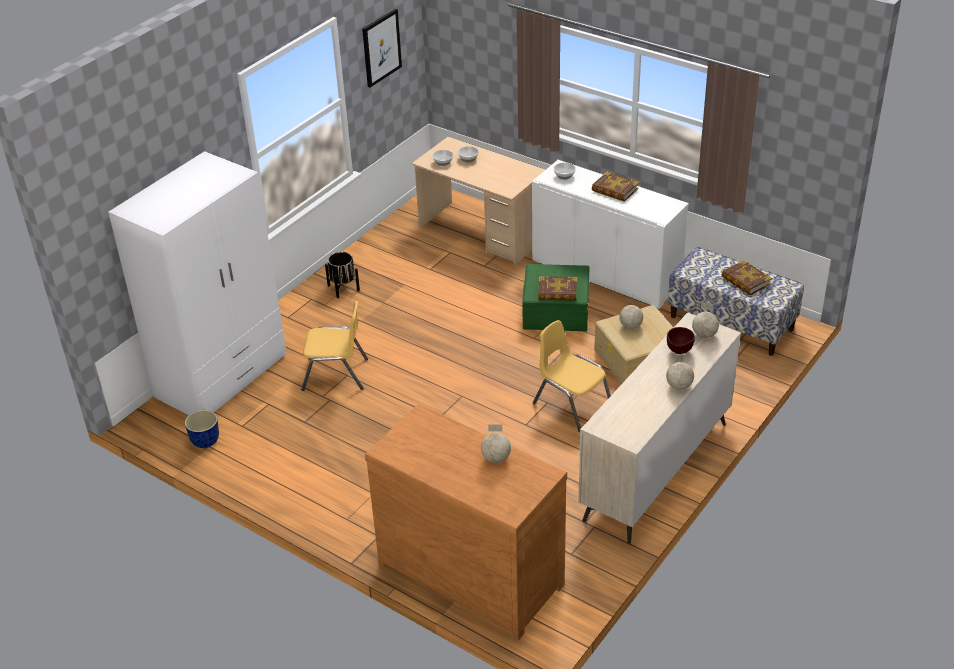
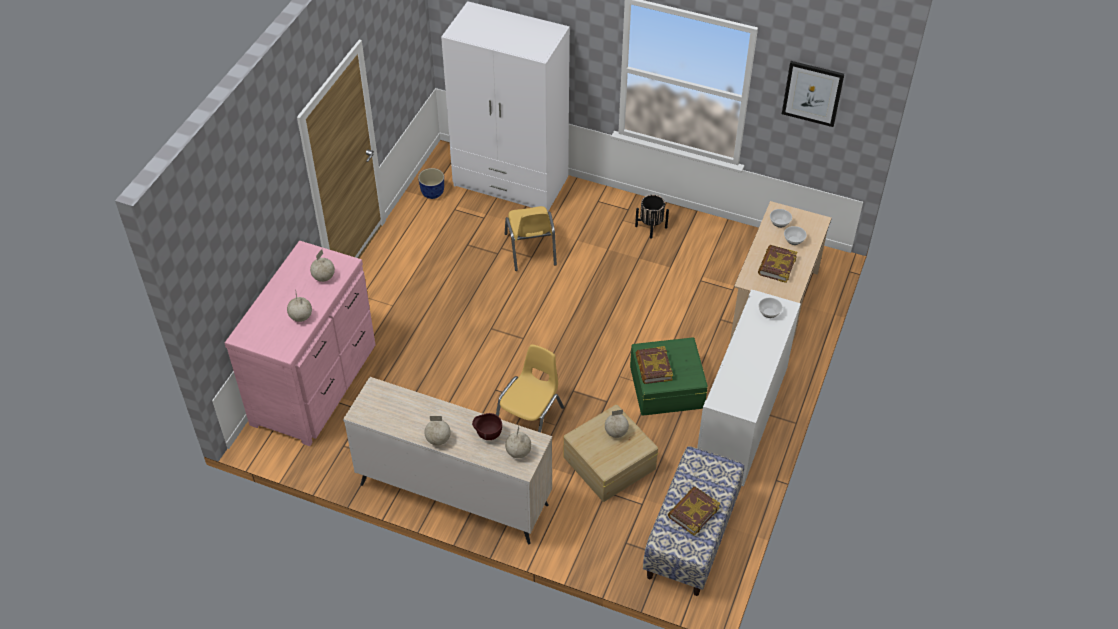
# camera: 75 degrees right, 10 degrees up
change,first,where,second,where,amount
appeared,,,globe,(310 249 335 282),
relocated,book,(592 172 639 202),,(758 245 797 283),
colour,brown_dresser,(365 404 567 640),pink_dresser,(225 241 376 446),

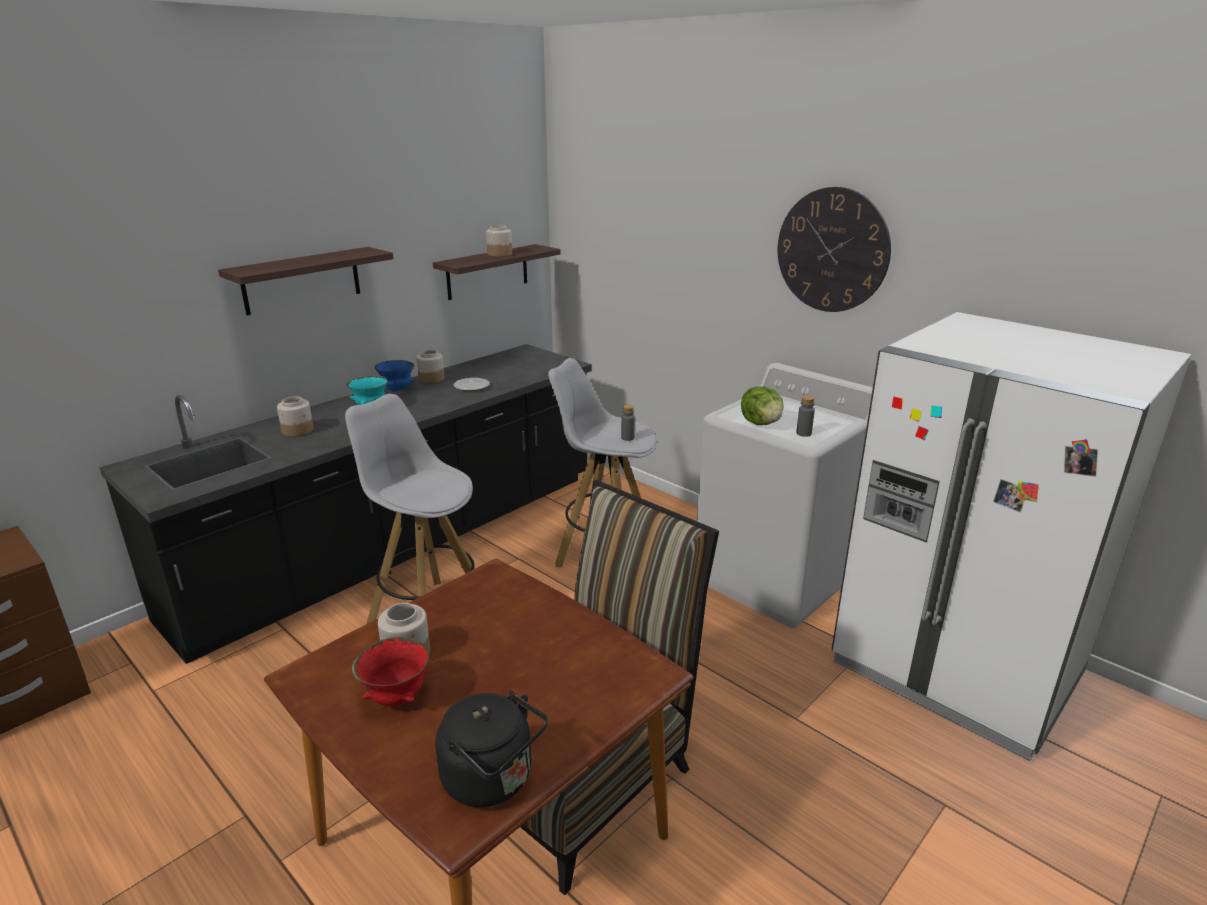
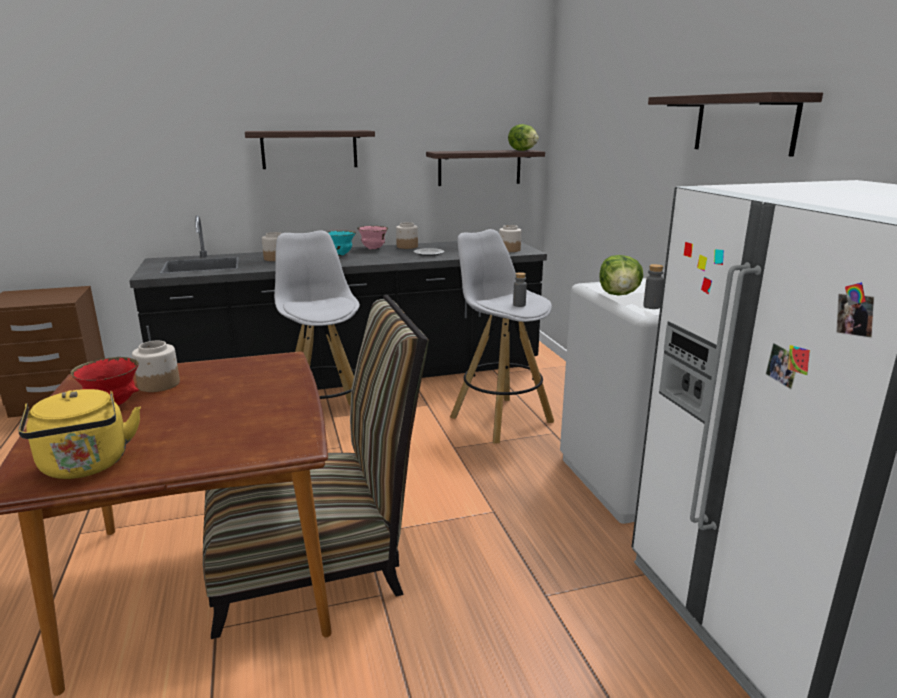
# camera: 30 degrees right, 5 degrees down
change,first,where,second,where,amount
appeared,,,lettuce,(508 124 539 151),
relocated,jar,(486 225 512 257),,(499 225 521 252),
exchanged,wall_clock,(778 187 891 312),shelf,(648 92 823 157),
colour,blue_bowl,(374 360 415 392),pink_bowl,(357 226 388 249),
colour,black_kettle,(436 690 548 807),yellow_kettle,(19 389 141 479),

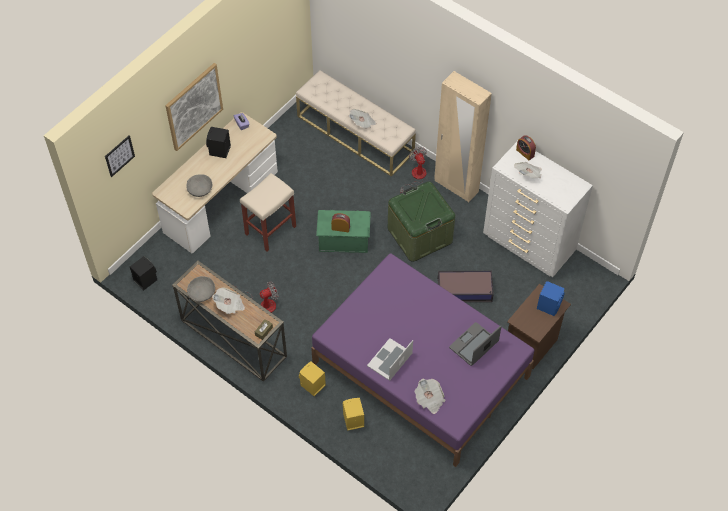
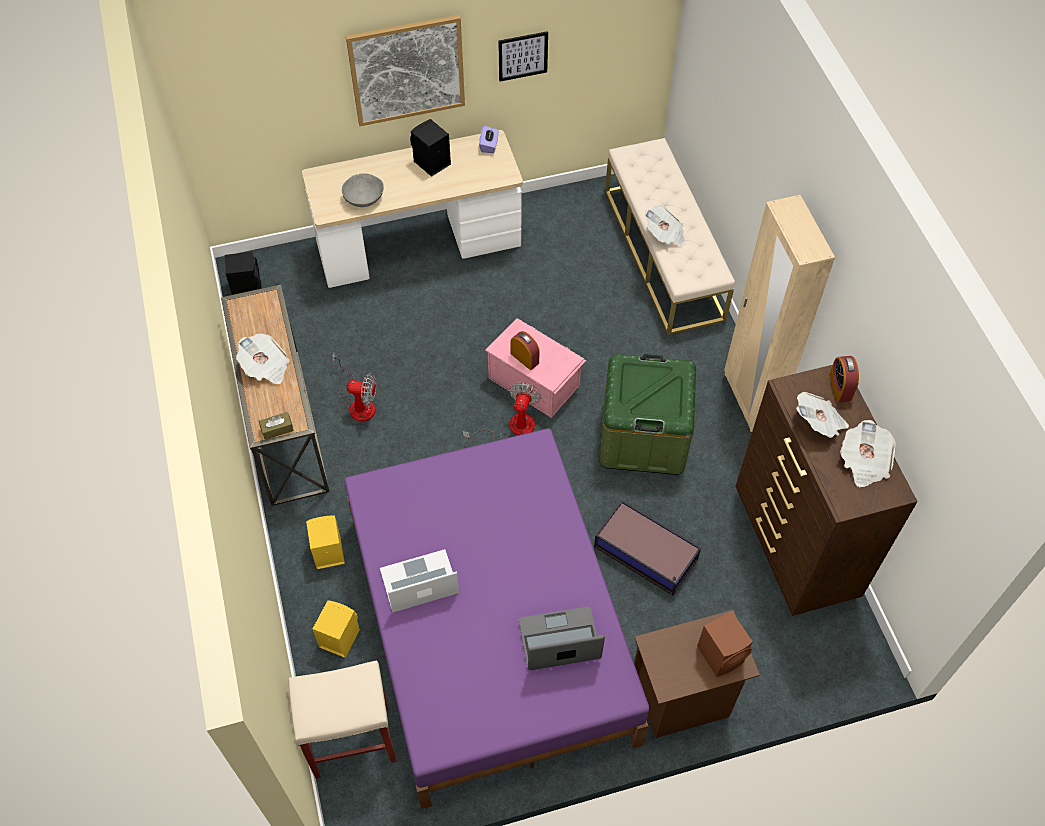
# camera: 35 degrees right, 0 degrees up
change,first,where,second,where,amount
missing,grey_bowl,(187 276 215 302),,,
relocated,picture,(105 136 135 177),,(498 31 548 82),
relocated,beige_stool,(240 173 296 252),,(288 660 397 779),
relocated,fan,(400 147 427 194),,(463 382 541 441),
relocated,newspaper,(415 379 446 414),,(840 420 896 487),
colour,green_storage_box,(316 210 371 253),pink_storage_box,(485 318 586 418),
colour,white_dresser,(483 142 593 277),brown_dresser,(735 365 918 616),
colour,blue_speaker,(537 281 565 316),brown_speaker,(697 611 753 677),

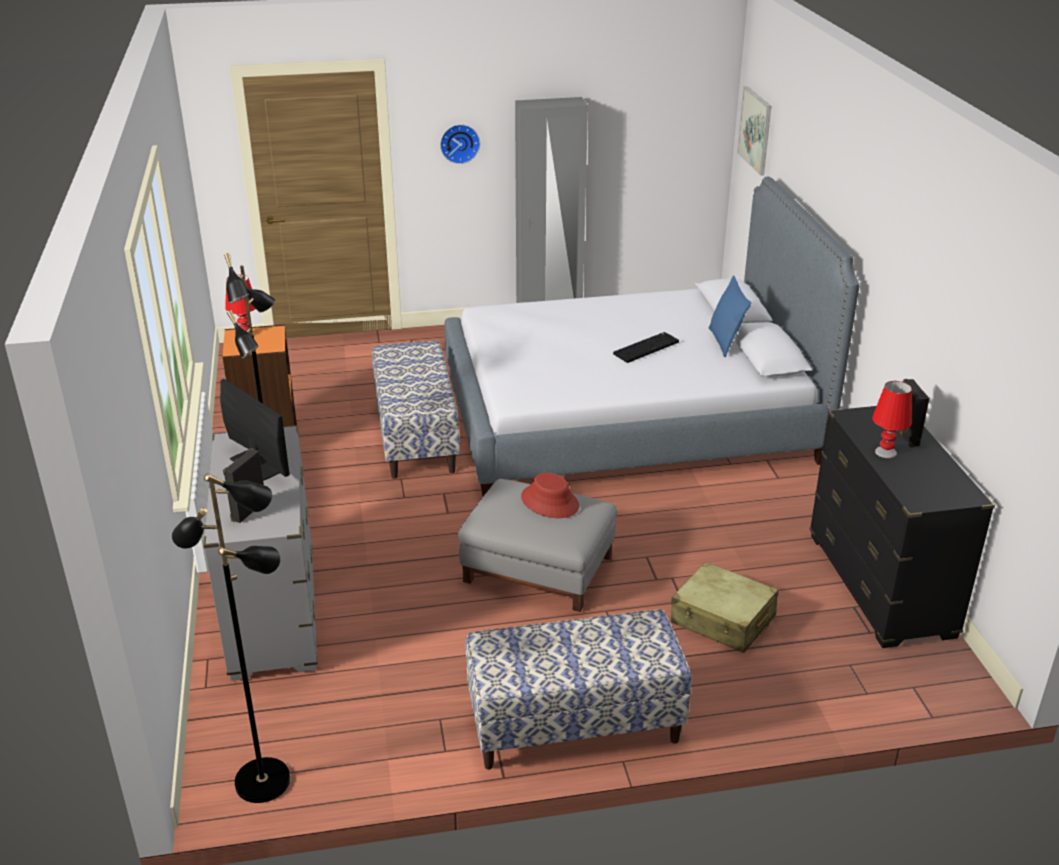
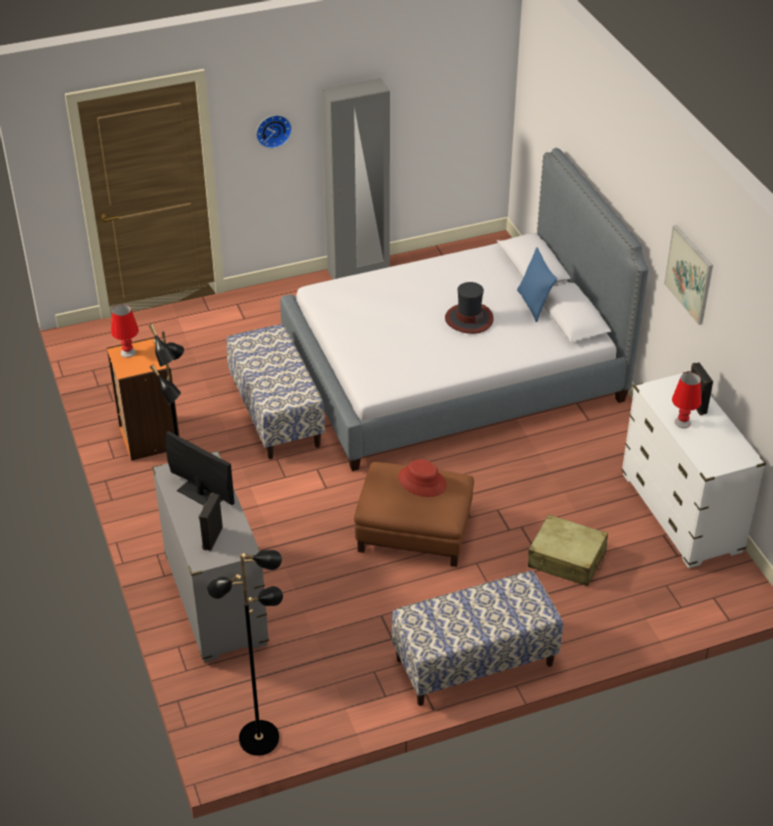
# camera: 10 degrees left, 10 degrees up
change,first,where,second,where,amount
relocated,picture,(737 86 772 176),,(664 225 713 325),
exchanged,keyboard,(613 332 679 363),hat,(445 282 494 334),
colour,grey_ottoman,(458 479 617 612),brown_ottoman,(354 462 474 567),
colour,black_dresser,(810 406 995 648),white_dresser,(622 371 766 568),

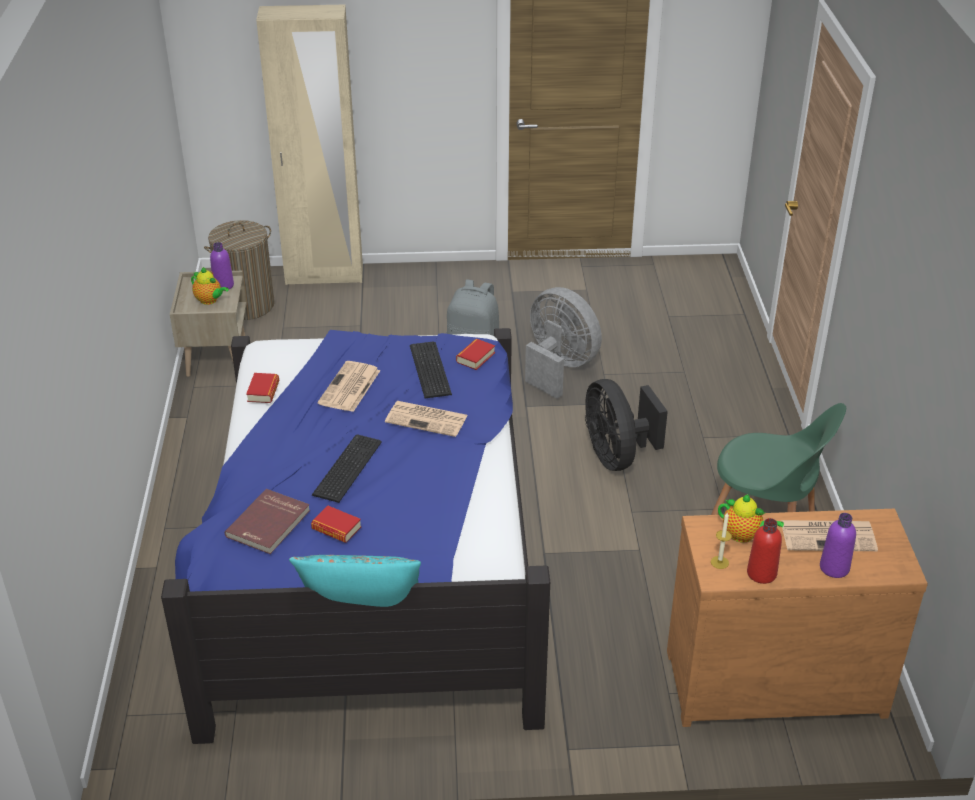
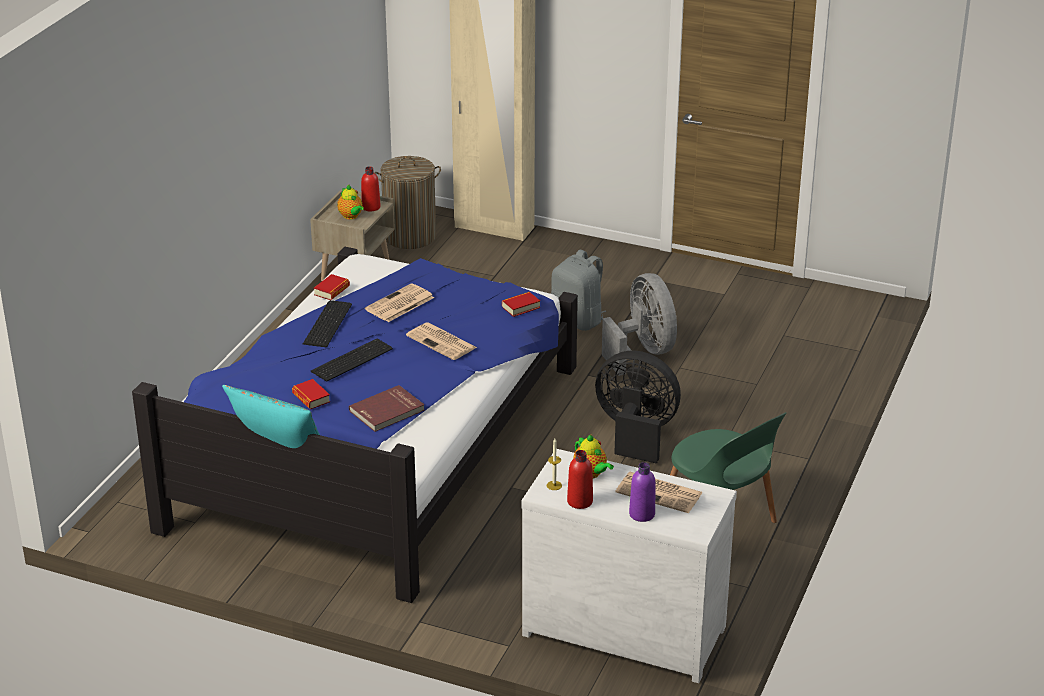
# camera: 25 degrees right, 5 degrees down
change,first,where,second,where,amount
relocated,red_book,(225 489 310 554),,(349 385 425 432),
relocated,keyboard,(410 342 452 398),,(303 300 352 348),
colour,purple_bottle,(210 242 234 291),red_bottle,(361 167 381 212),
colour,brown_dresser,(667 509 928 727),white_dresser,(521 449 737 683),
spun,black_fan,(585 379 668 471),,(595 350 681 464),105 degrees clockwise

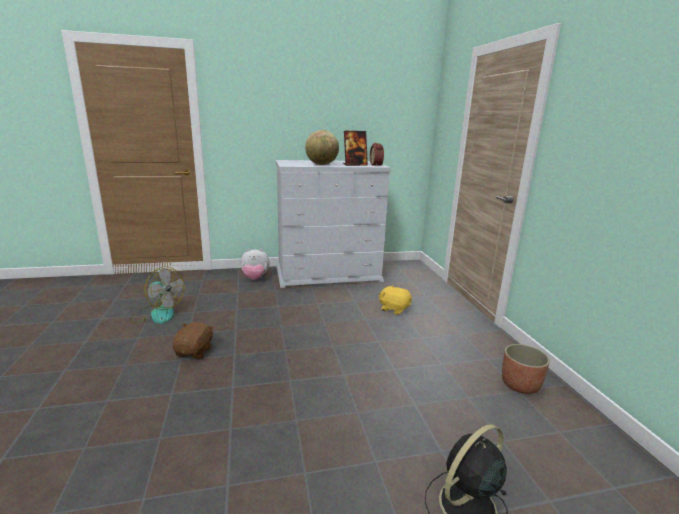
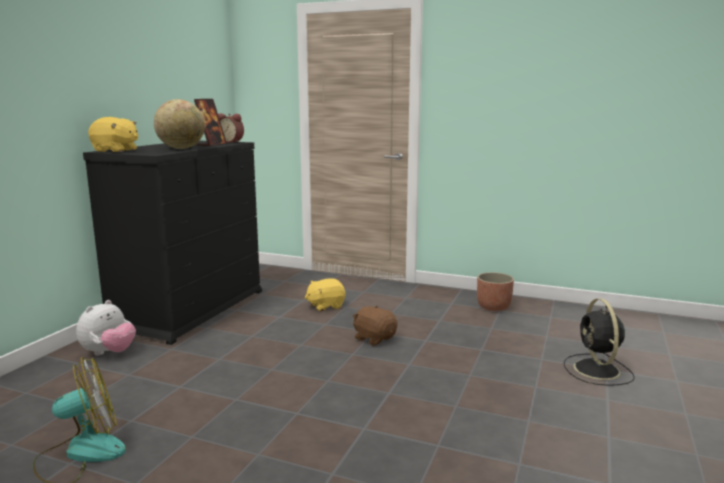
# camera: 55 degrees left, 5 degrees down
change,first,where,second,where,amount
appeared,,,yellow_plush_toy,(88 117 138 152),
relocated,brown_plush_toy,(173 322 214 359),,(353 306 397 346),
colour,white_dresser,(276 160 391 288),black_dresser,(83 141 262 345),

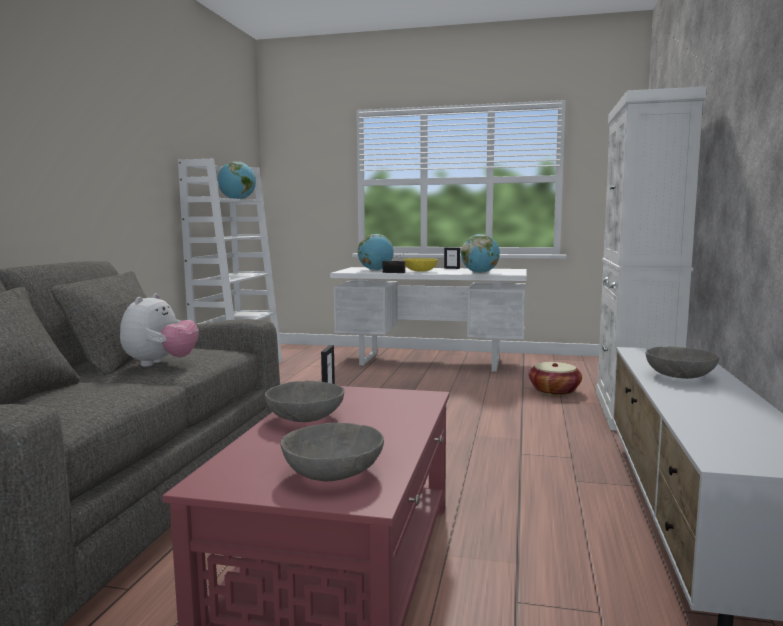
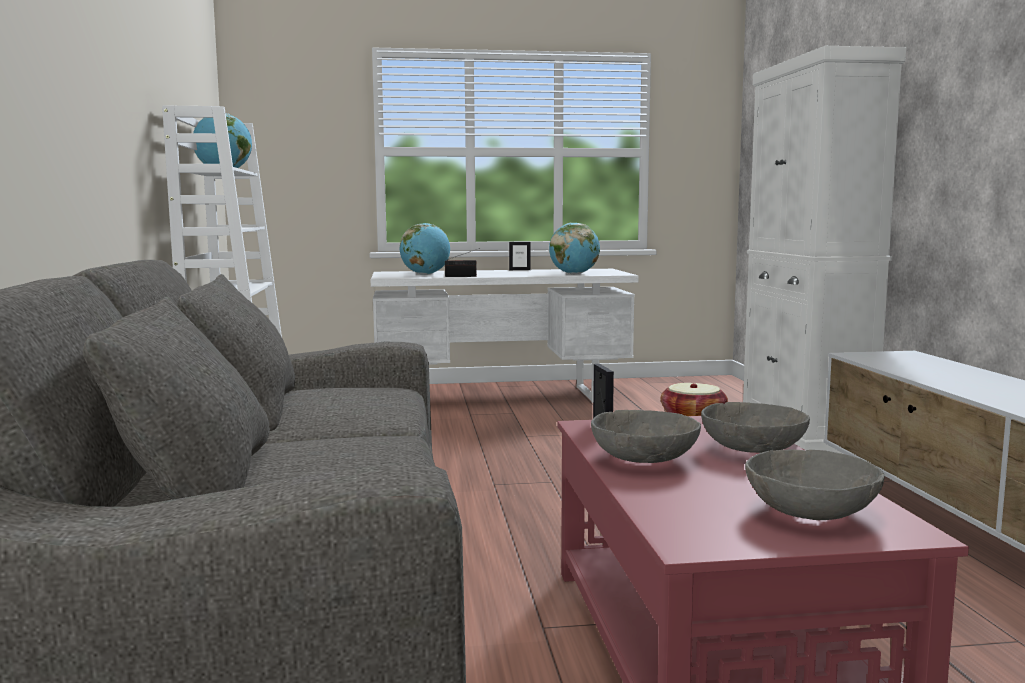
# camera: 20 degrees left, 0 degrees up
change,first,where,second,where,amount
missing,plush_toy,(120 293 199 367),,,
missing,yellow_bowl,(403 258 437 272),,,
relocated,grey_bowl,(646 346 719 379),,(701 402 810 453),

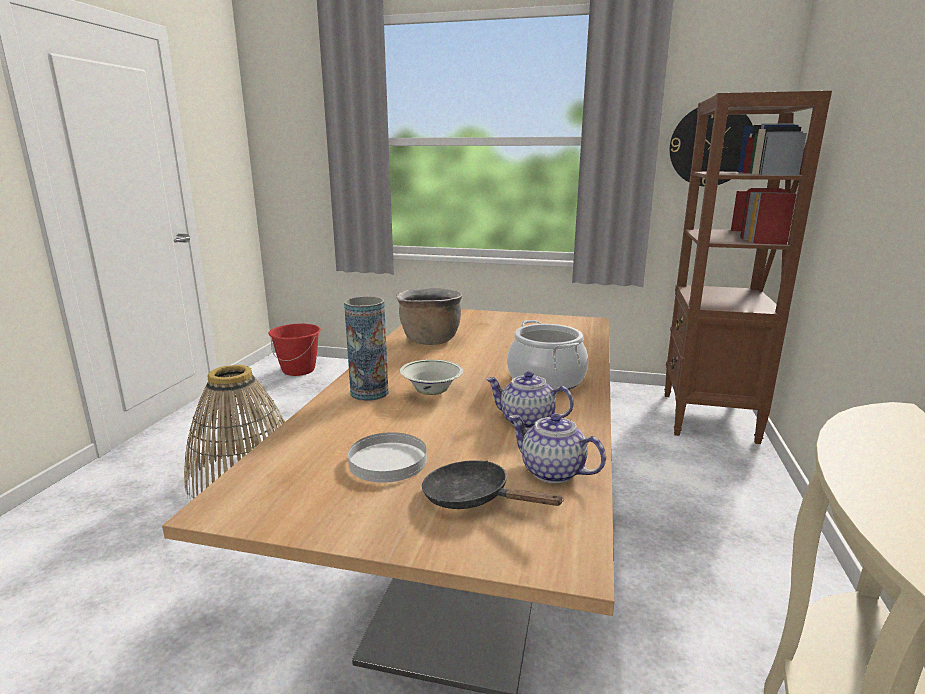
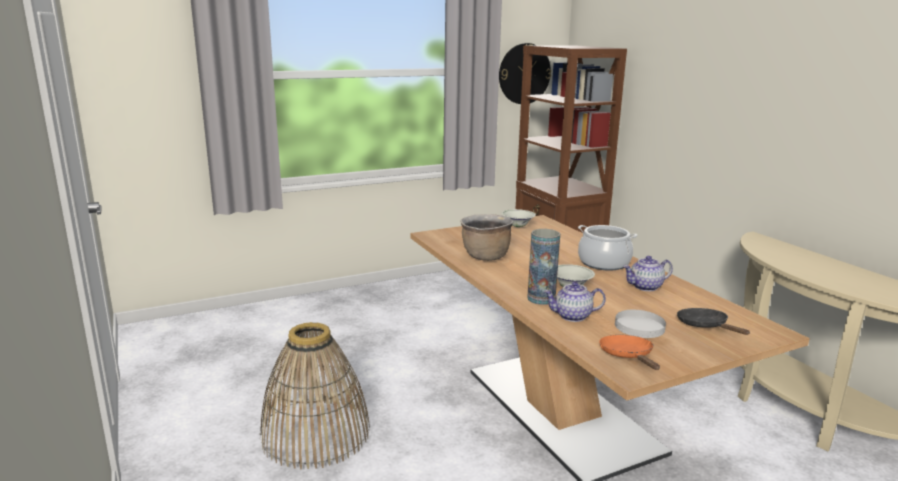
# camera: 40 degrees left, 0 degrees up
change,first,where,second,where,amount
missing,red_bucket,(268 324 321 376),,,
appeared,,,white_bowl,(502 209 536 227),
appeared,,,orange_frying_pan,(599 335 660 370),
relocated,teapot,(509 413 606 483),,(543 282 606 322),
spun,black_frying_pan,(422 460 564 509),,(677 308 750 335),75 degrees clockwise

